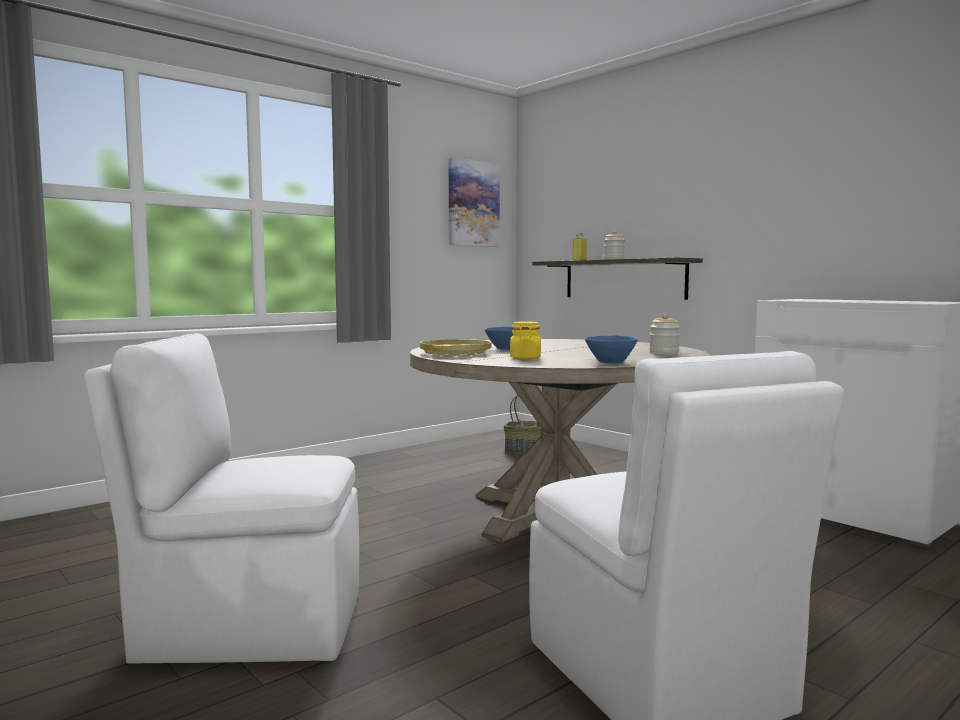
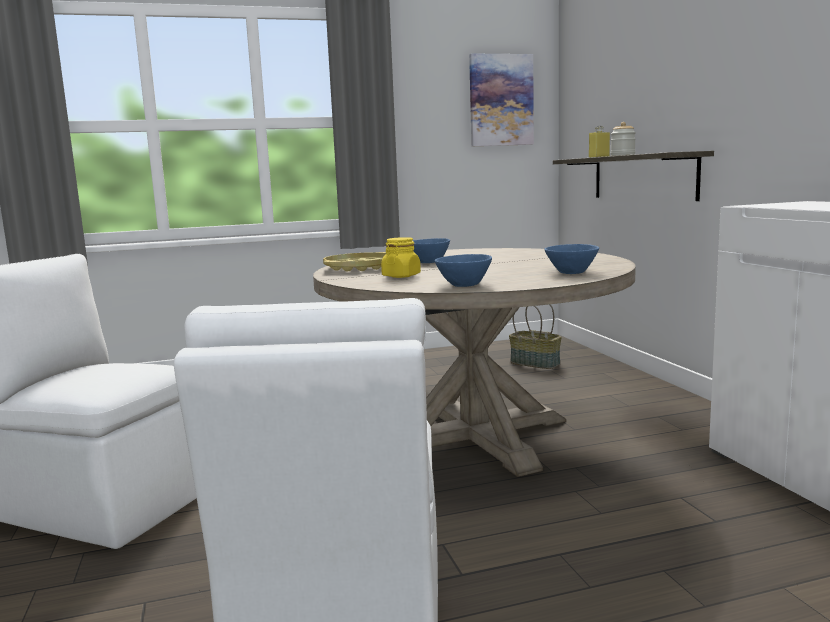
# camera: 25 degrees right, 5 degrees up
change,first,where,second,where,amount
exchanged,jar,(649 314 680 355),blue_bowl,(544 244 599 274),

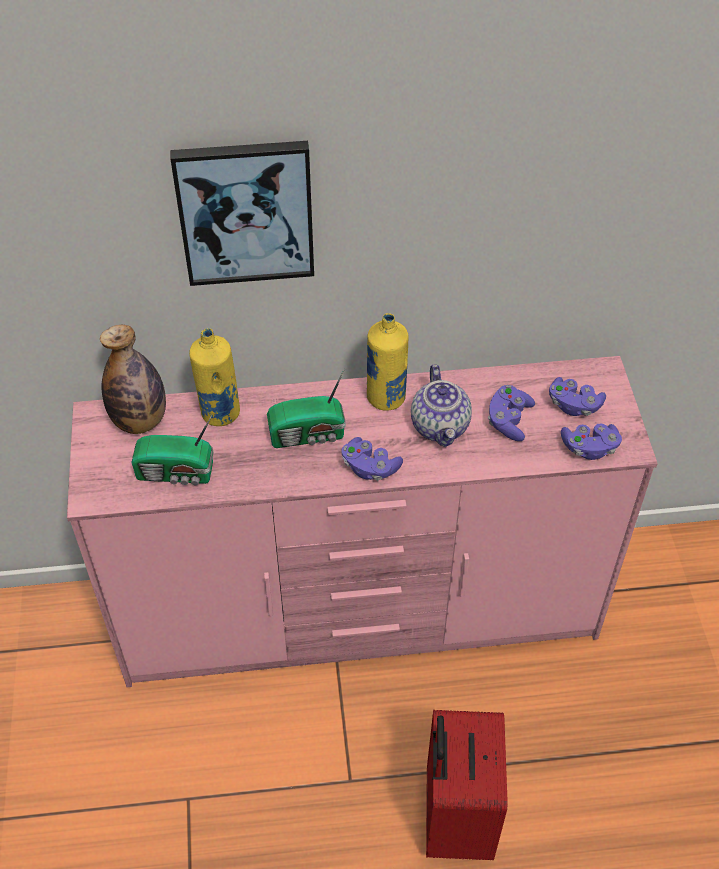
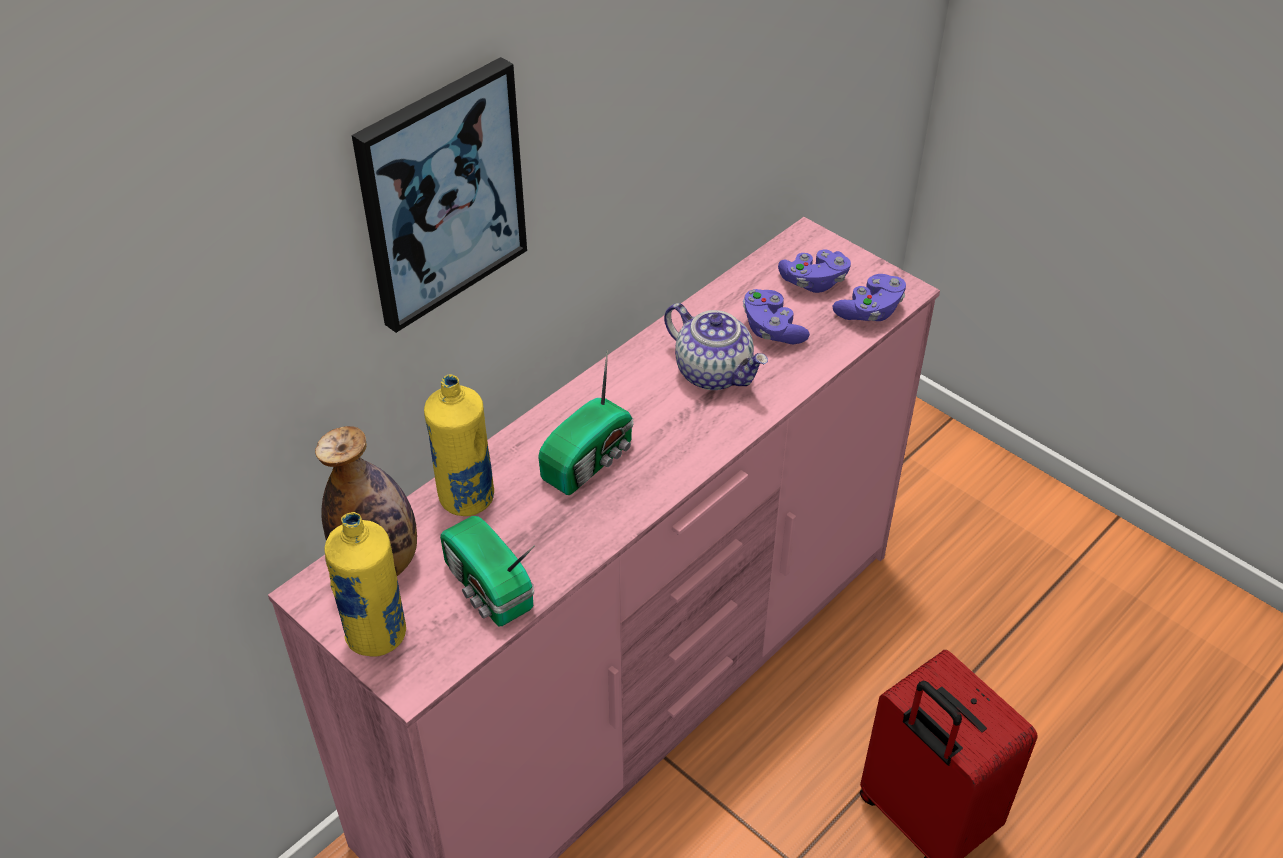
# camera: 40 degrees left, 5 degrees down
change,first,where,second,where,amount
missing,purple_game_controller,(341 437 403 481),,,
relocated,yellow_bottle,(367 313 409 411),,(324 512 406 657),
spun,radio,(131 414 214 485),,(440 516 535 626),90 degrees clockwise

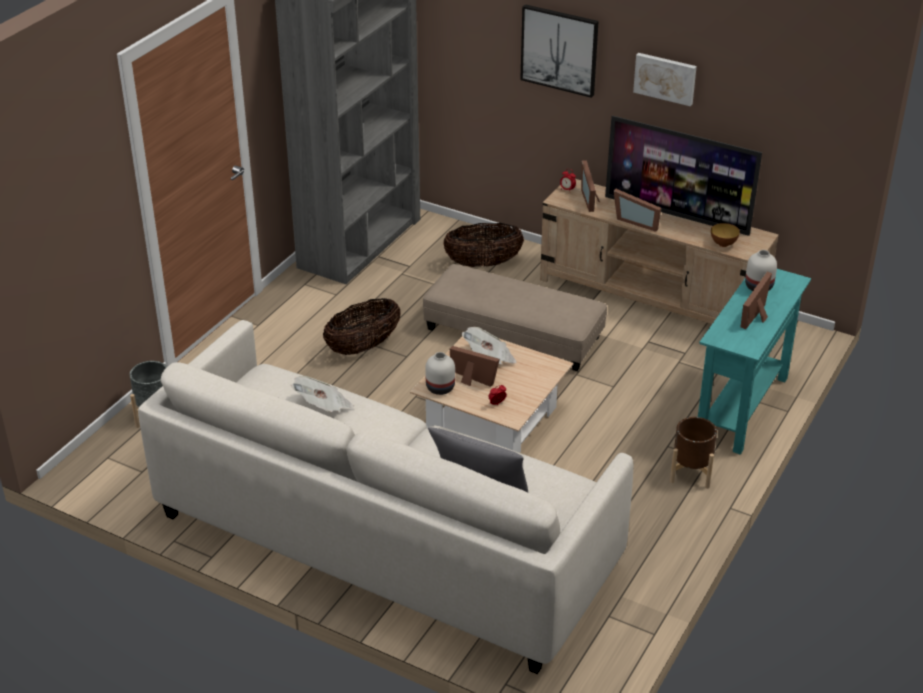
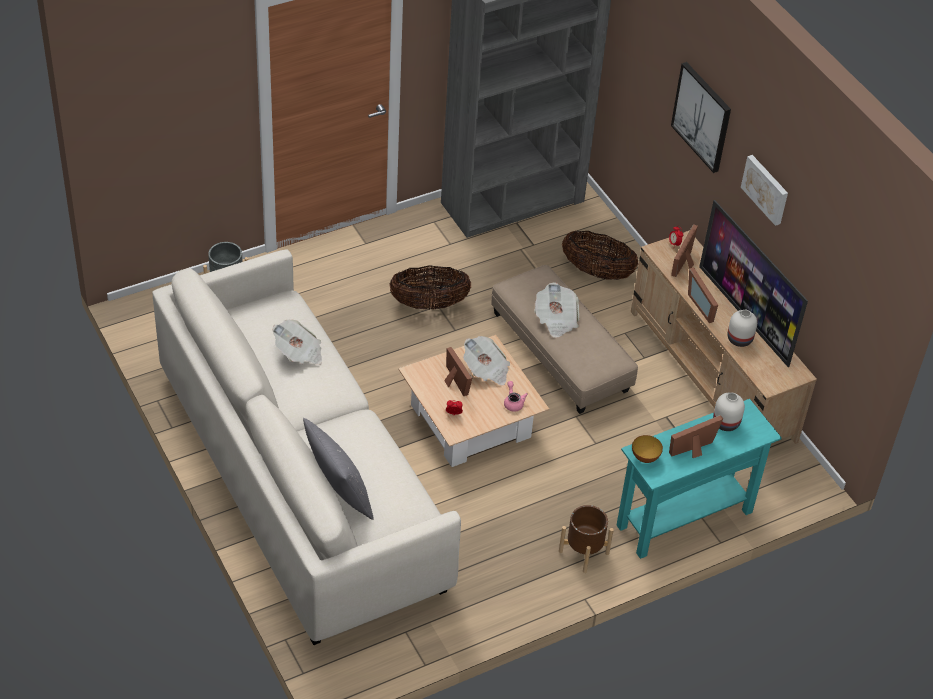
# camera: 30 degrees right, 10 degrees up
change,first,where,second,where,amount
appeared,,,pink_teapot,(504 381 528 412),
appeared,,,newspaper,(534 282 579 338),
relocated,white_vase,(425 352 455 395),,(727 310 757 347),
relocated,bowl,(711 223 740 247),,(632 435 663 463),

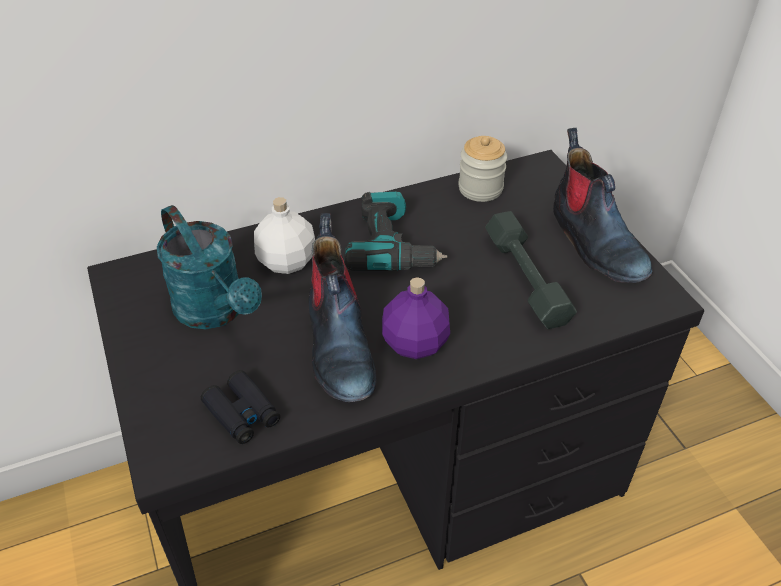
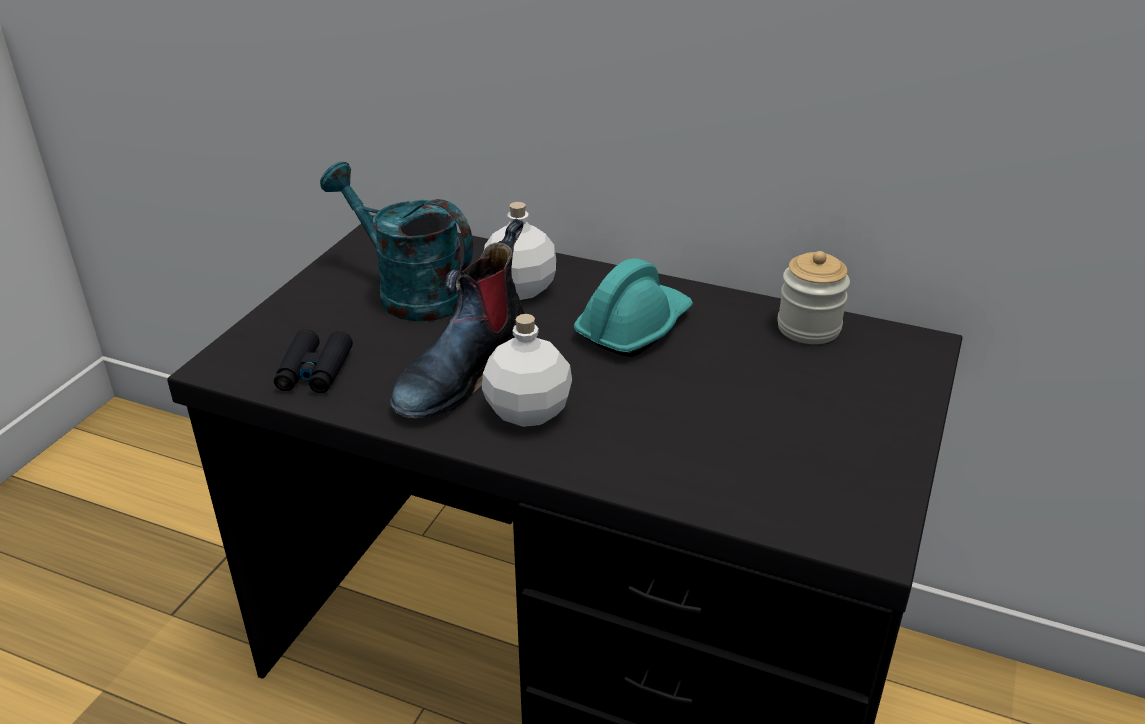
# camera: 45 degrees right, 10 degrees down
change,first,where,second,where,amount
missing,grey_dumbbell,(485 211 577 329),,,
missing,boot,(553 128 653 283),,,
exchanged,power_drill,(344 192 447 271),turquoise_hard_hat,(574 258 693 357),
colour,purple_bottle,(382 277 450 359),white_bottle,(482 314 572 427),
spun,turquoise_watering_can,(157 205 262 329),,(320 162 473 322),120 degrees clockwise

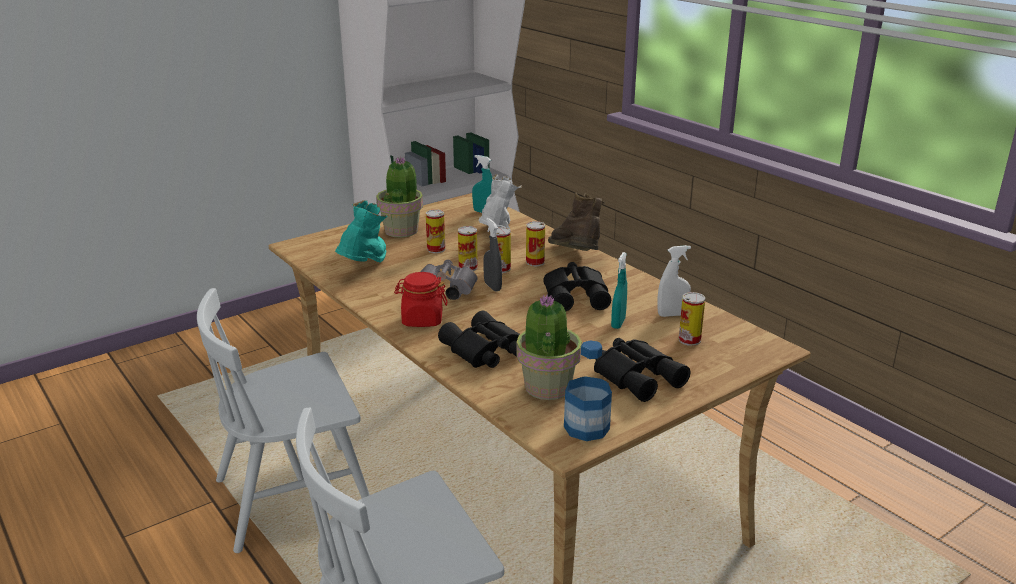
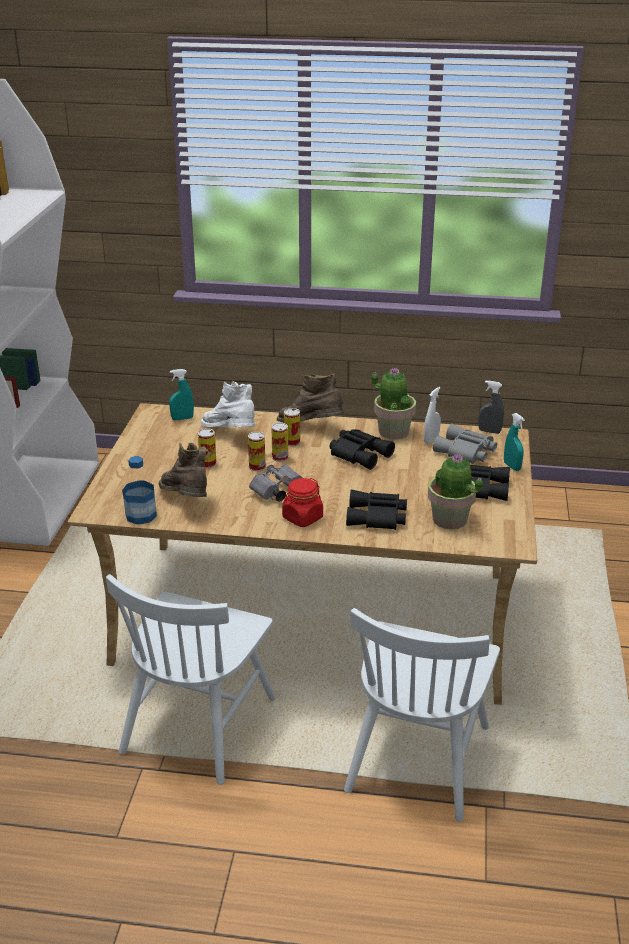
# camera: 45 degrees left, 5 degrees up
change,first,where,second,where,amount
relocated,potted_plant,(376 157 423 238),,(372 367 416 439),
relocated,grey_spray_bottle,(483 218 502 291),,(478 380 504 434),
relocated,bottle,(564 340 612 441),,(122 456 157 525),
relocated,turquoise_spray_bottle,(611 252 627 329),,(504 413 525 471),
exchanged,can,(679 292 705 346),grey_binoculars,(433 424 497 464),
colour,turquoise_boot,(335 200 391 263),brown_boot,(158 443 209 497),

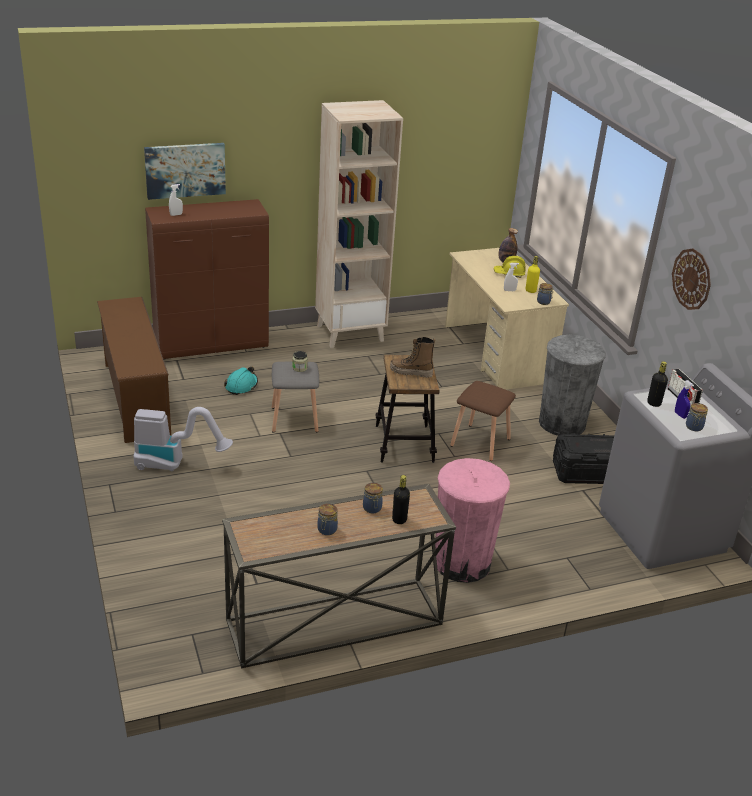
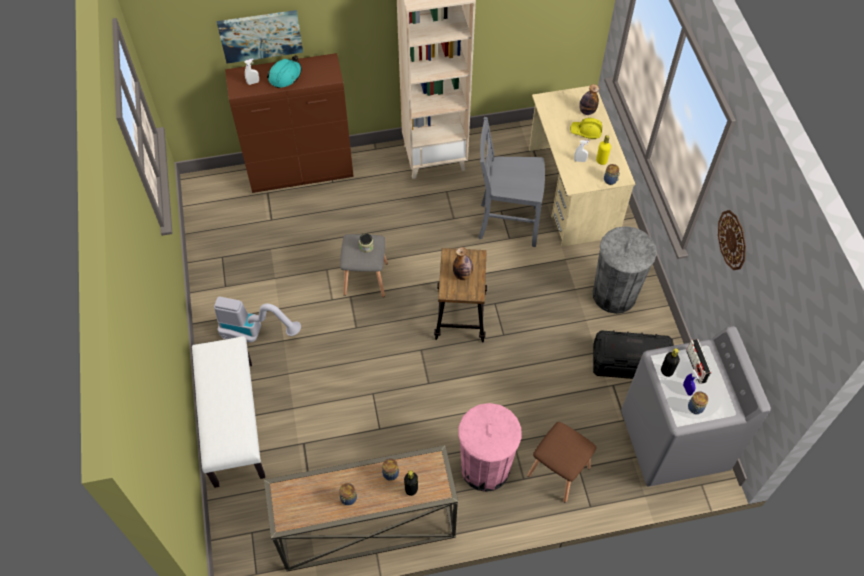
# camera: 10 degrees right, 25 degrees up
change,first,where,second,where,amount
missing,brown_shoe_rack,(97 297 171 443),,,
appeared,,,white_bench,(192 336 265 488),
appeared,,,grey_chair,(478 117 545 247),
relocated,turquoise_hard_hat,(224 367 258 395),,(267 55 302 88),
relocated,brown_stool,(450 381 516 461),,(527 422 596 502),
exchanged,boot,(390 337 435 378),bottle,(453 247 473 280),

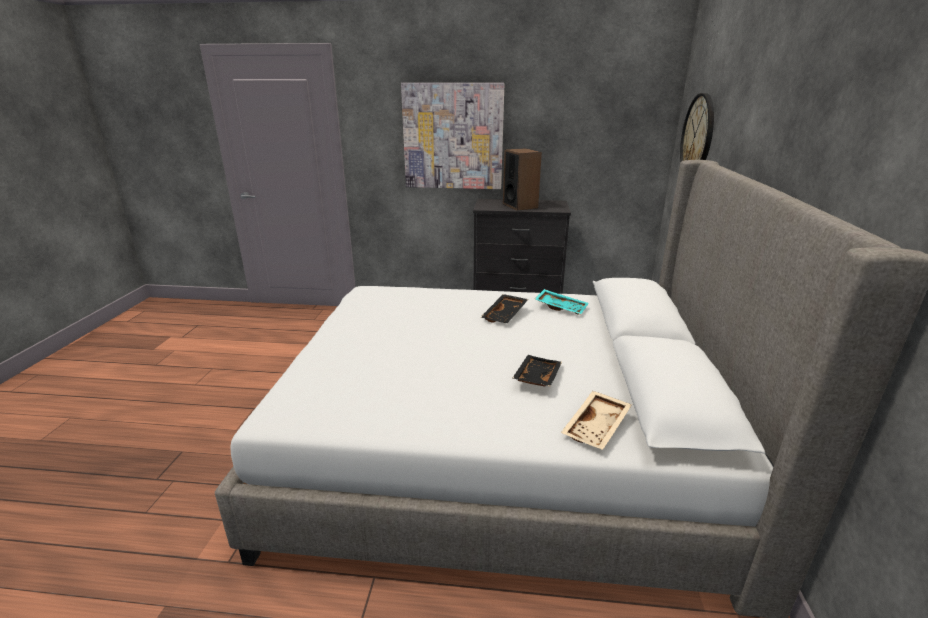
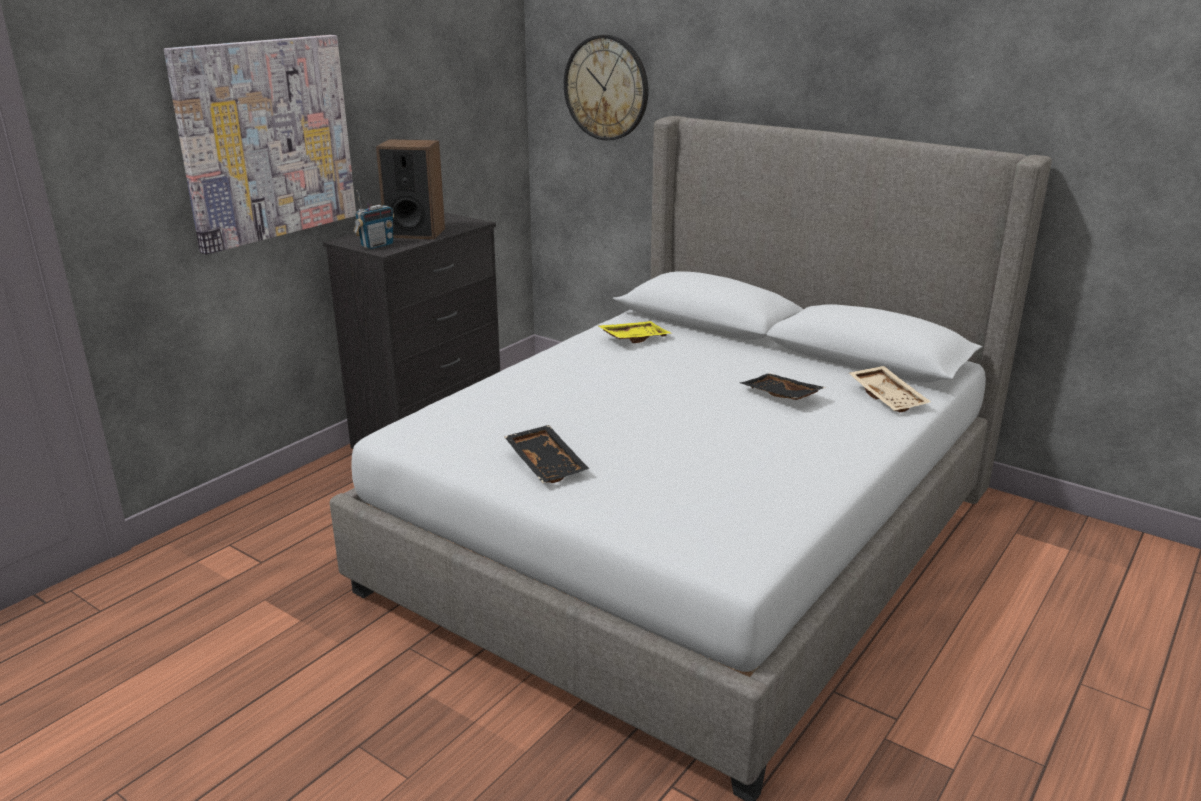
# camera: 60 degrees left, 0 degrees up
change,first,where,second,where,amount
appeared,,,radio,(354 190 394 249),
relocated,black_tray,(481 294 528 323),,(505 425 589 483),
colour,turquoise_tray,(535 289 589 315),yellow_tray,(597 321 672 343),

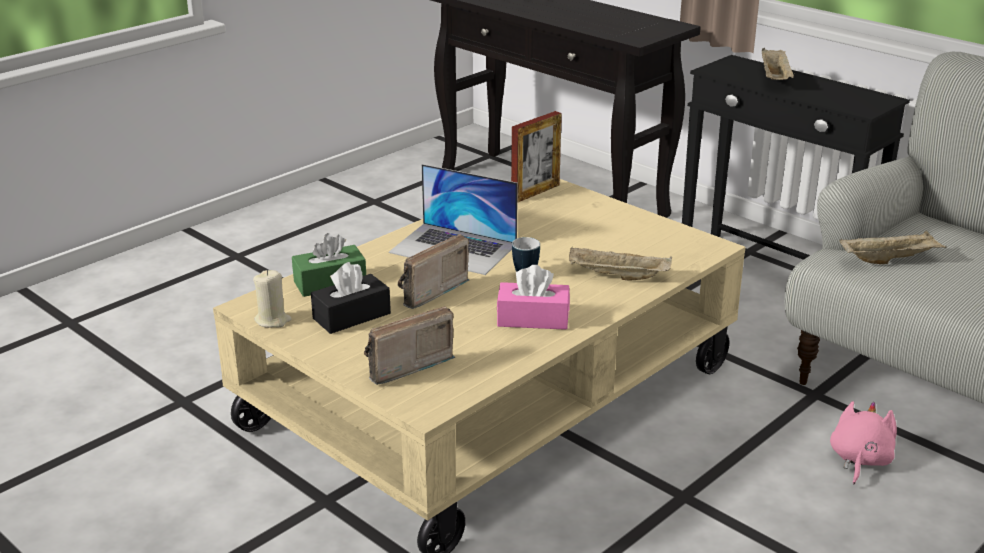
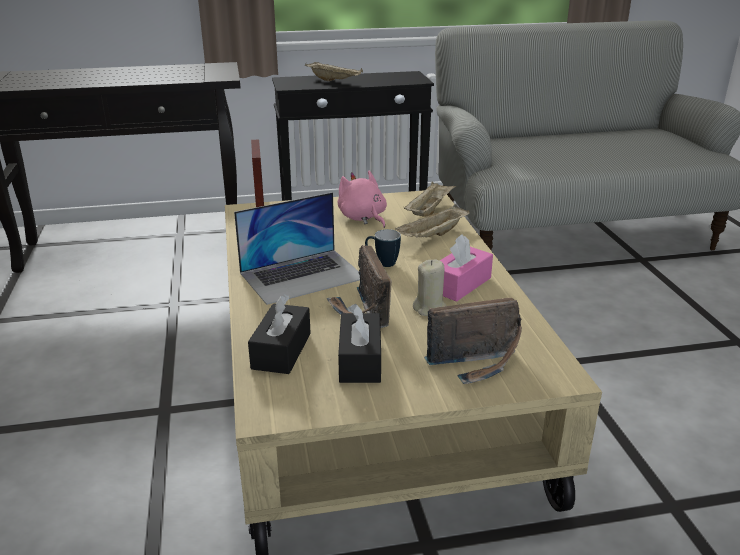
# camera: 55 degrees left, 0 degrees up
change,first,where,second,where,amount
relocated,beige_candle,(253 270 292 328),,(413 259 446 316),
relocated,pink_plush_toy,(830 401 897 484),,(338 171 387 228),
relocated,beige_tray,(840 230 947 264),,(404 181 456 217),
colour,green_tissue_box,(292 233 366 297),black_tissue_box,(248 294 311 374),
spun,radio,(364 306 455 385),,(424 298 522 384),105 degrees counterclockwise

